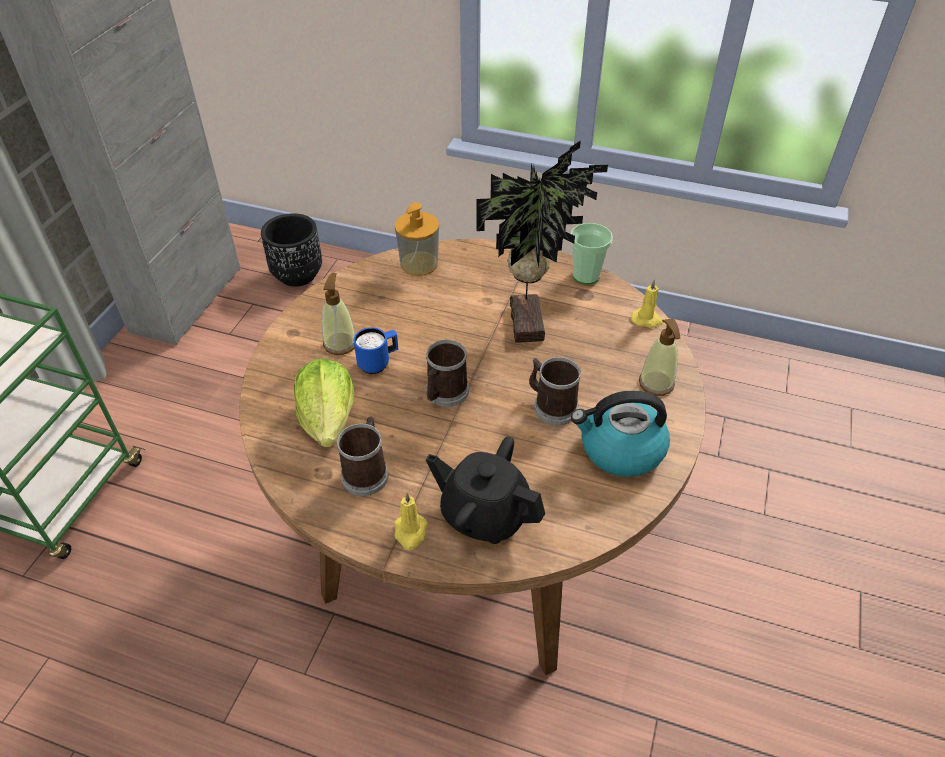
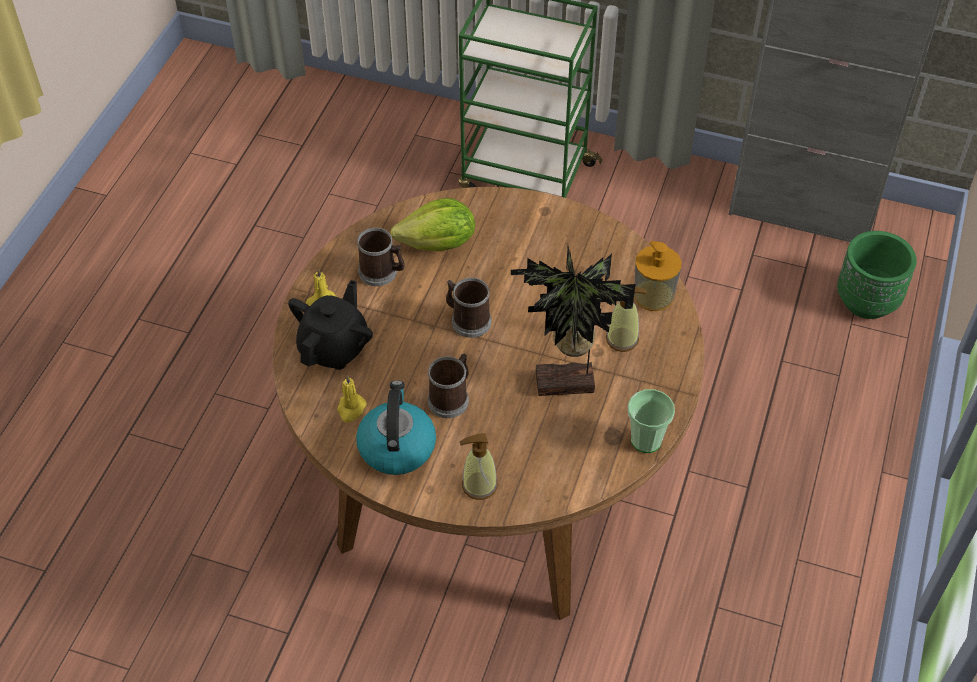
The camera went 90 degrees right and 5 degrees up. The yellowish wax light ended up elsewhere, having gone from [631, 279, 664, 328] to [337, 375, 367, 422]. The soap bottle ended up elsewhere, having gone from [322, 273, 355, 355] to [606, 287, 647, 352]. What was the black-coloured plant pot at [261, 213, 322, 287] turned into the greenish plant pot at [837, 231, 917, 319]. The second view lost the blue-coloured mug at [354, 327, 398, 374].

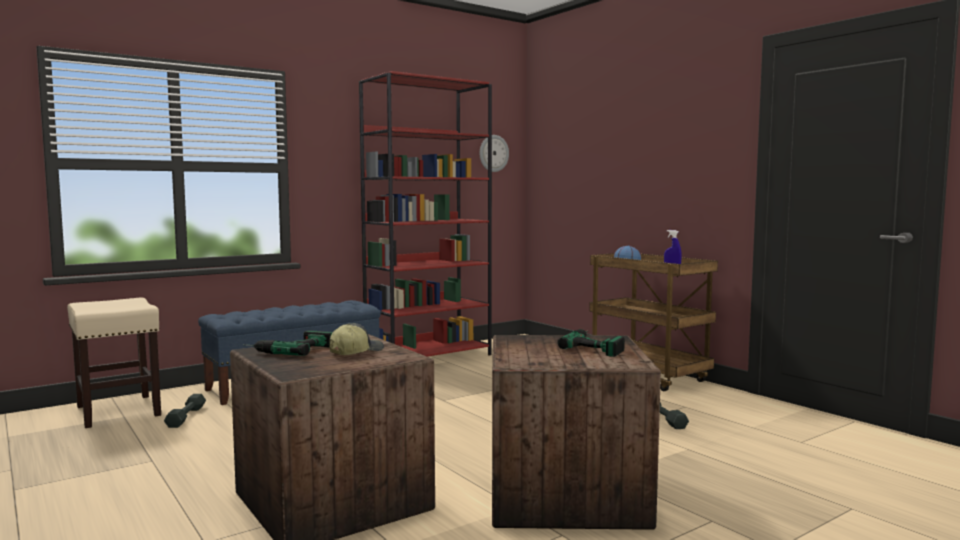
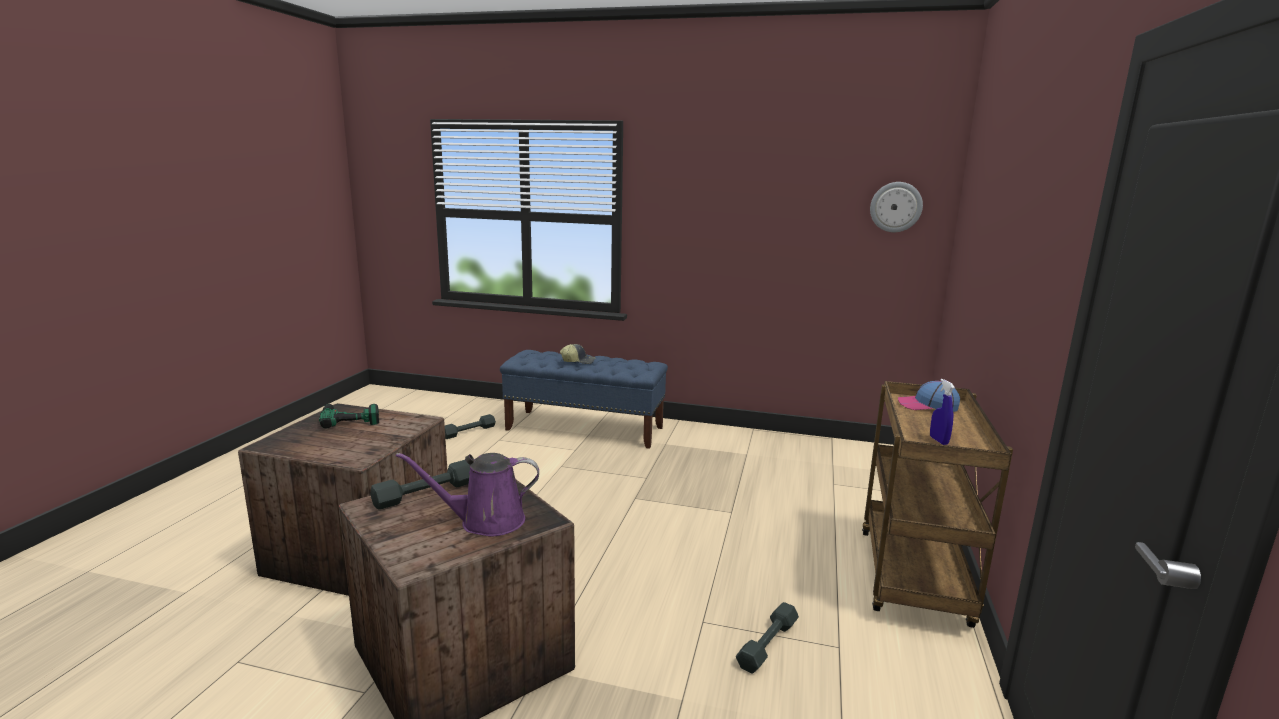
The camera went 50 degrees right and 10 degrees up. The second view gained the greyish hand weight at [370, 460, 470, 510]. Where the power drill stood at [558, 329, 625, 357], the purple-coloured sprinkling can came to stand at [396, 453, 539, 536]. The peaked cap ended up elsewhere, having gone from [329, 323, 384, 355] to [560, 344, 595, 364]. The second view lost the beige stool at [67, 298, 161, 428]. The second view lost the red-coloured bookcase at [359, 71, 492, 357].

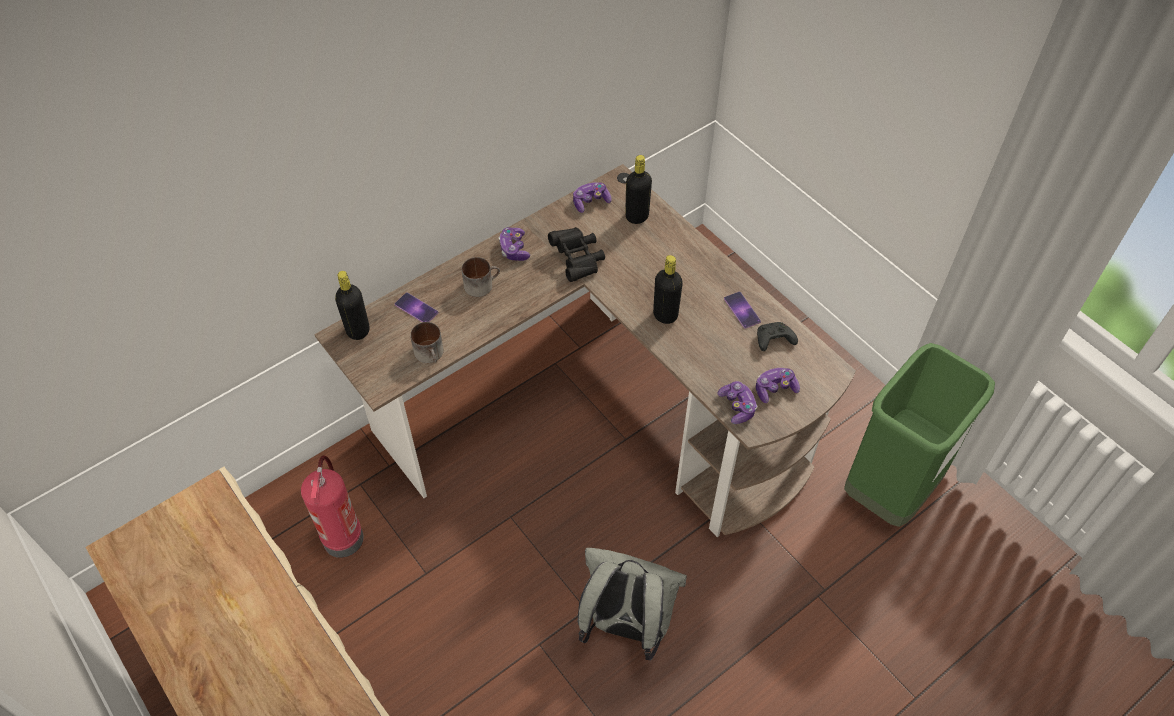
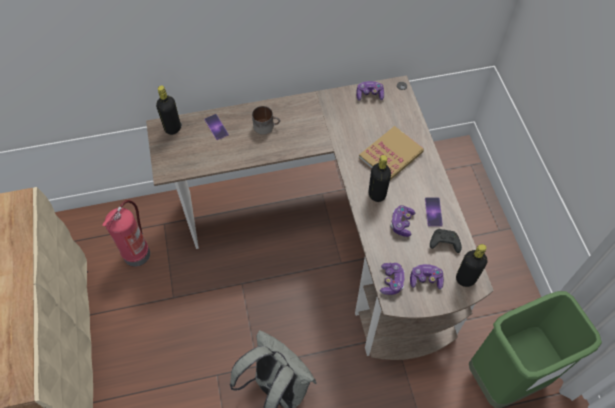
The camera went 25 degrees right and 5 degrees up. The second view gained the volume at [359, 126, 424, 180]. The joypad ended up elsewhere, having gone from [499, 227, 530, 261] to [390, 205, 415, 237]. The black-coloured beverage bottle ended up elsewhere, having gone from [625, 155, 652, 224] to [456, 244, 487, 287]. The second view lost the mug at [410, 322, 444, 363]. The second view lost the black-coloured pair of binoculars at [548, 227, 605, 282].

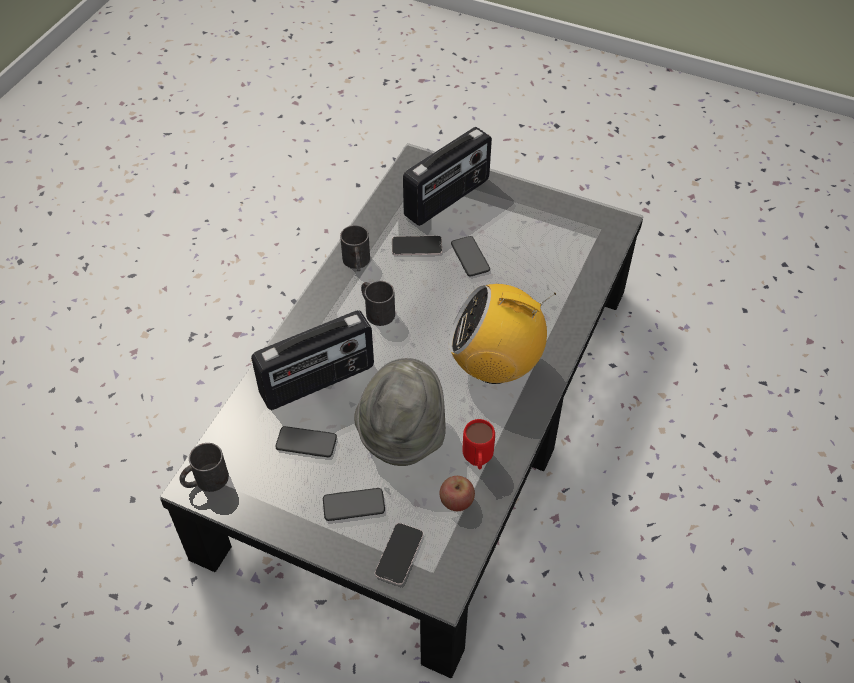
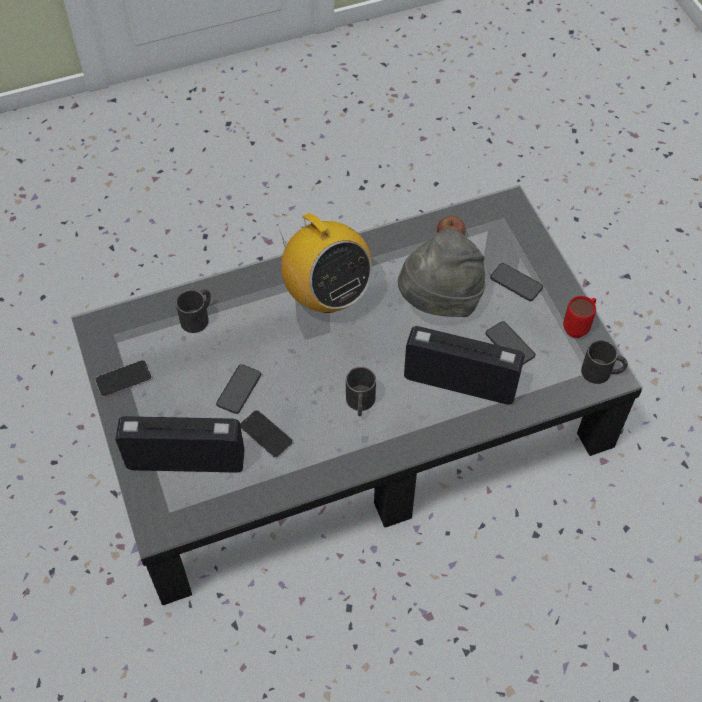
The camera went 135 degrees left and 5 degrees up. The telephone ended up elsewhere, having gone from [375, 523, 423, 585] to [95, 360, 152, 398]. The black-coloured mug ended up elsewhere, having gone from [340, 225, 370, 271] to [176, 289, 211, 333]. The red-coloured mug ended up elsewhere, having gone from [462, 419, 495, 469] to [563, 296, 596, 338].

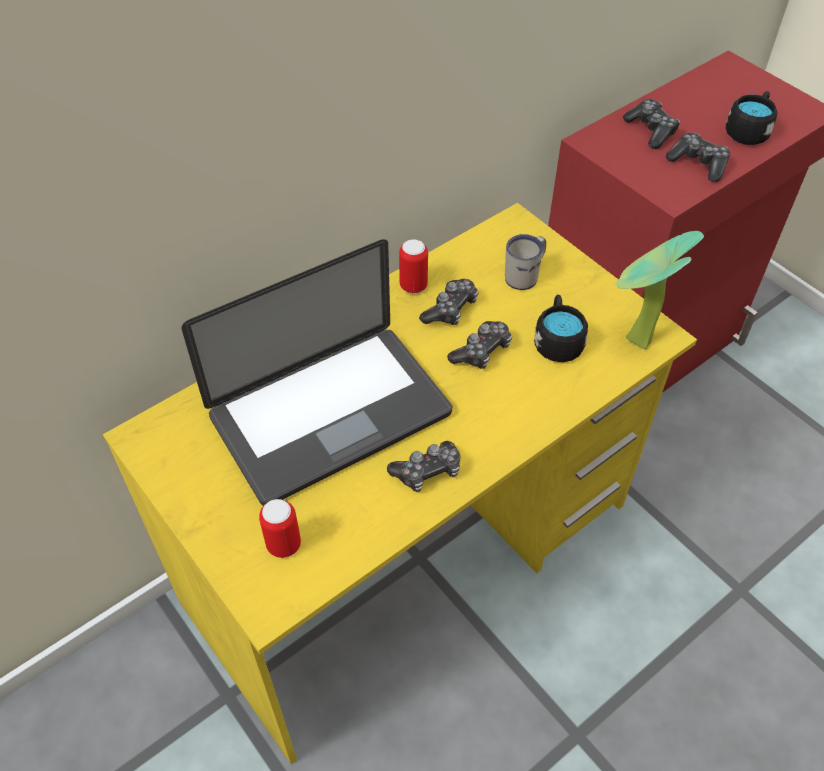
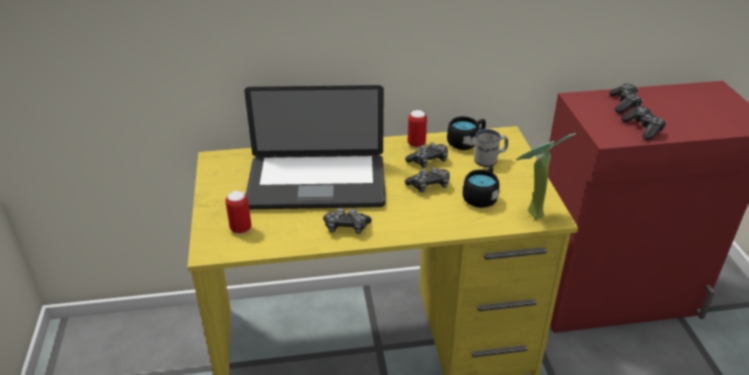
The camera went 30 degrees right and 15 degrees down. The black-coloured mug ended up elsewhere, having gone from [726, 91, 777, 145] to [447, 116, 486, 150].

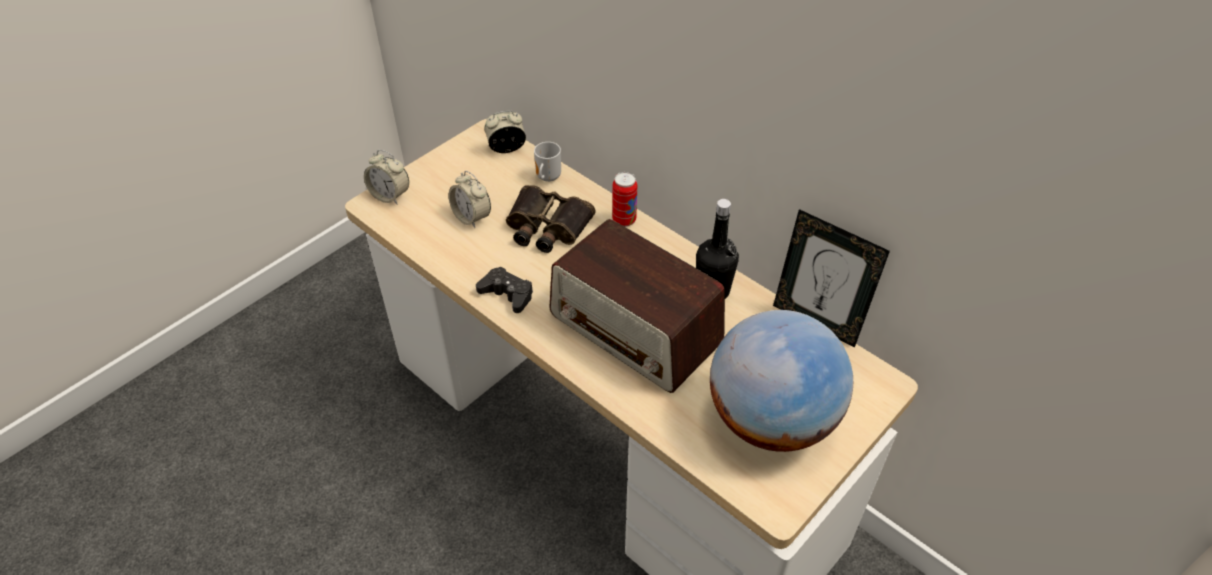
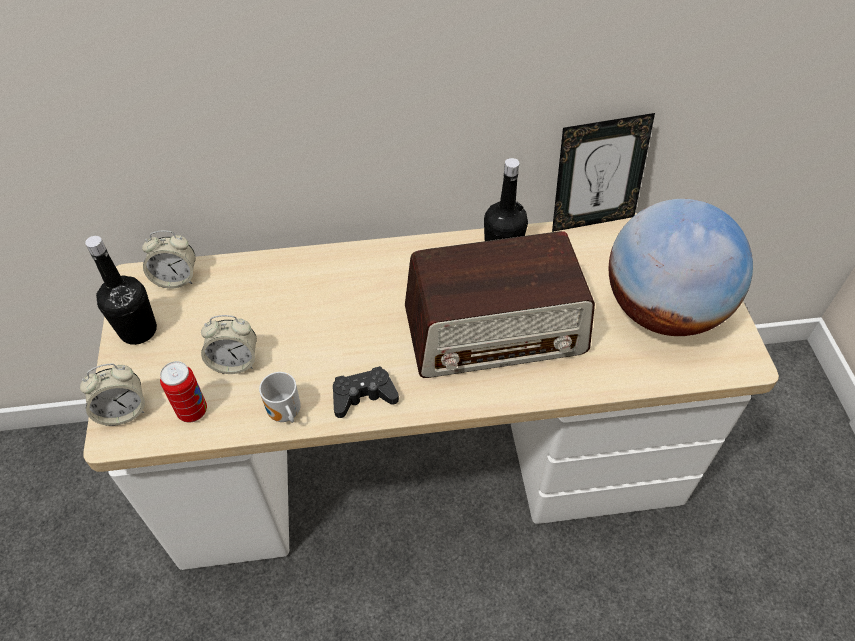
The camera went 50 degrees left and 5 degrees up. The second view gained the black-coloured beverage bottle at [85, 236, 157, 345]. The table clock at [484, 111, 526, 153] ended up facing another way, 120 degrees counterclockwise from before. The metal can ended up elsewhere, having gone from [612, 172, 637, 227] to [160, 361, 207, 422]. The mug ended up elsewhere, having gone from [534, 142, 561, 182] to [259, 372, 301, 423]. The second view lost the pair of binoculars at [506, 185, 595, 253].

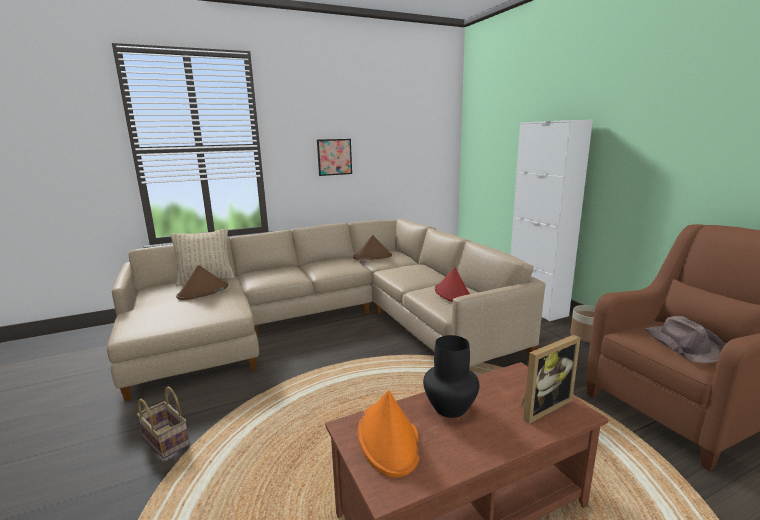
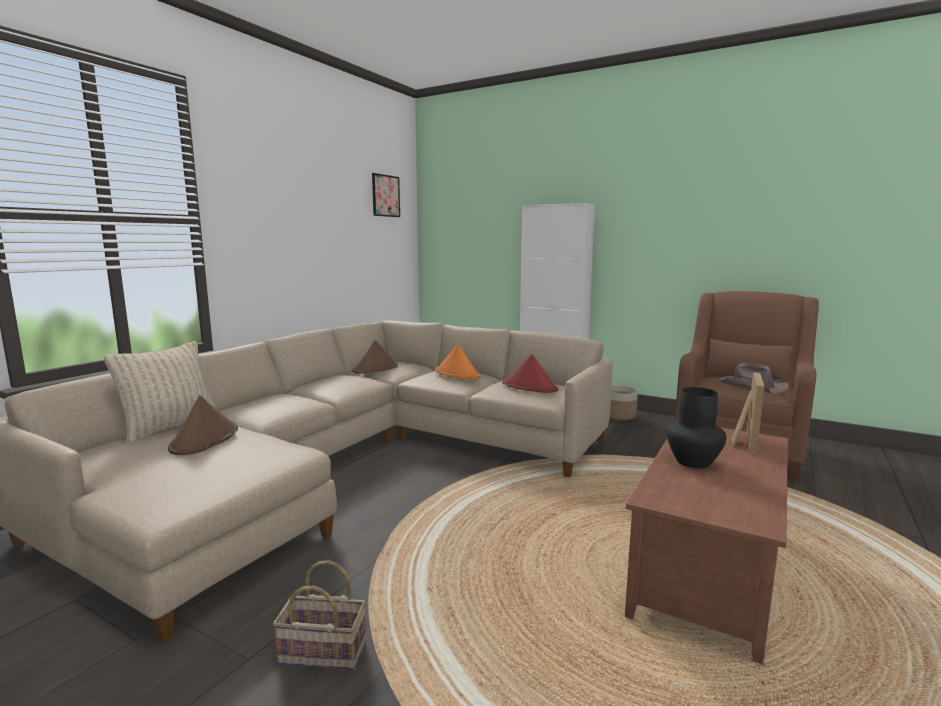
The camera went 35 degrees left and 5 degrees down. The wall art ended up elsewhere, having gone from [317, 139, 352, 176] to [372, 173, 400, 217]. The orangey clothing hat ended up elsewhere, having gone from [358, 390, 419, 477] to [435, 344, 480, 379].

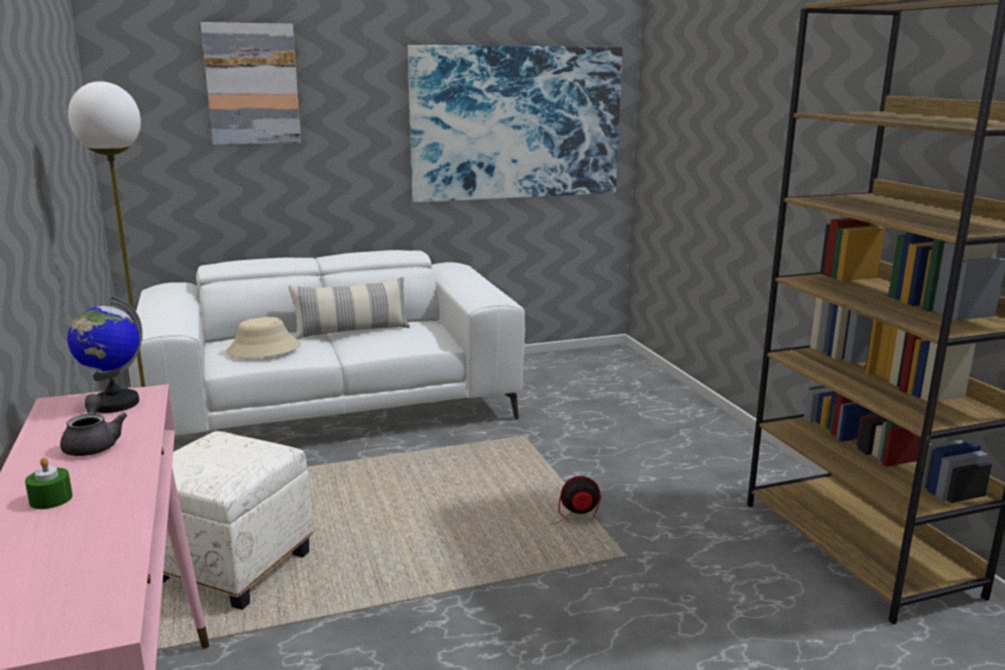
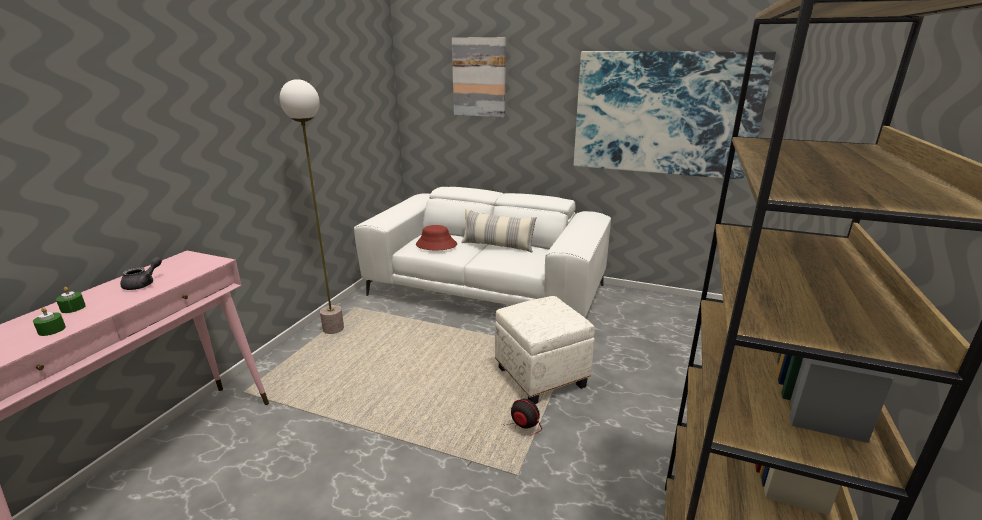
The camera went 40 degrees right and 5 degrees up. The second view gained the greenish wax light at [33, 307, 66, 336]. What was the beige clothing hat at [226, 317, 301, 358] turned into the red-coloured clothing hat at [416, 225, 457, 250]. The white-coloured pouffe ended up elsewhere, having gone from [163, 431, 313, 610] to [495, 296, 595, 404]. The second view lost the desk globe at [67, 296, 143, 413].

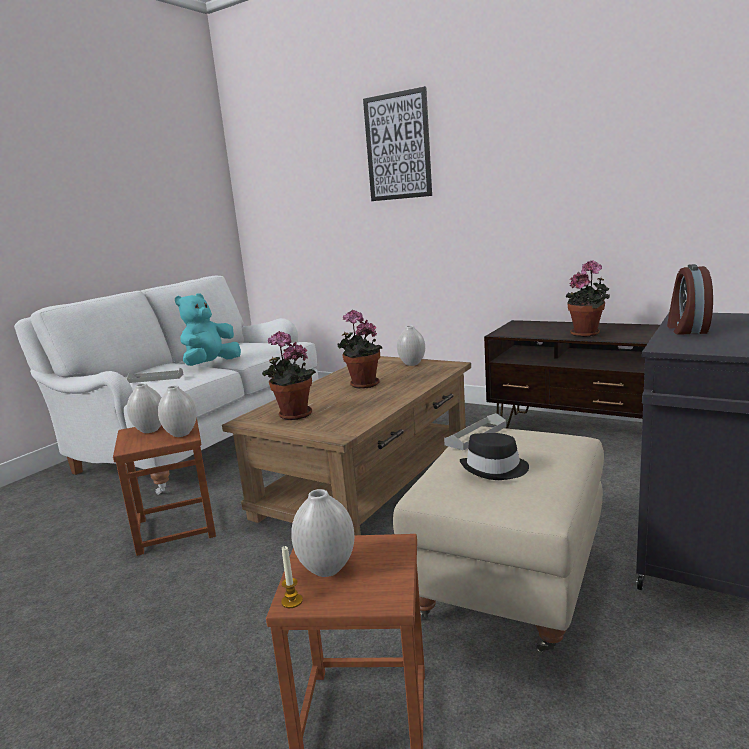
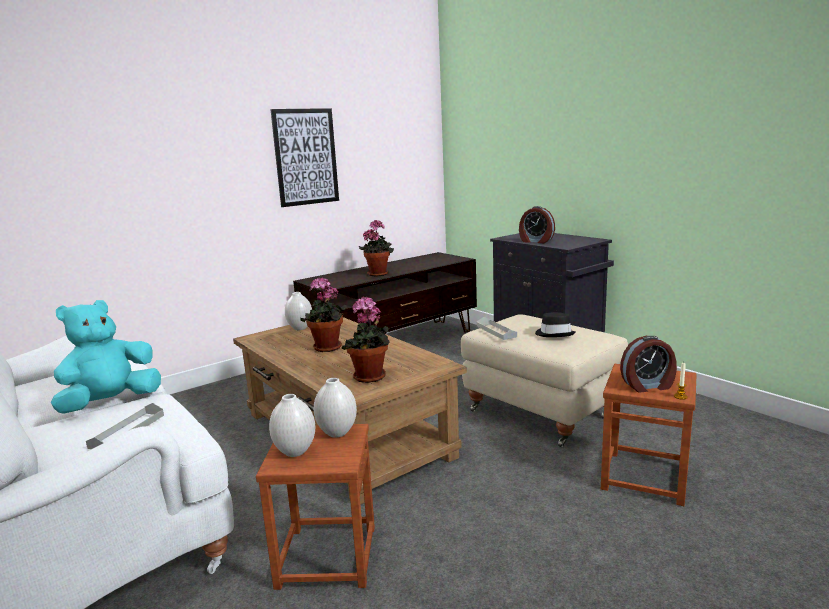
The camera went 70 degrees left and 0 degrees up. The turquoise-coloured plush toy at [175, 293, 241, 366] ended up facing another way, 75 degrees clockwise from before. The wall art ended up elsewhere, having gone from [363, 86, 432, 201] to [270, 108, 339, 207]. Where the white-coloured vase stood at [291, 489, 355, 577], the table clock came to stand at [620, 336, 677, 393].

